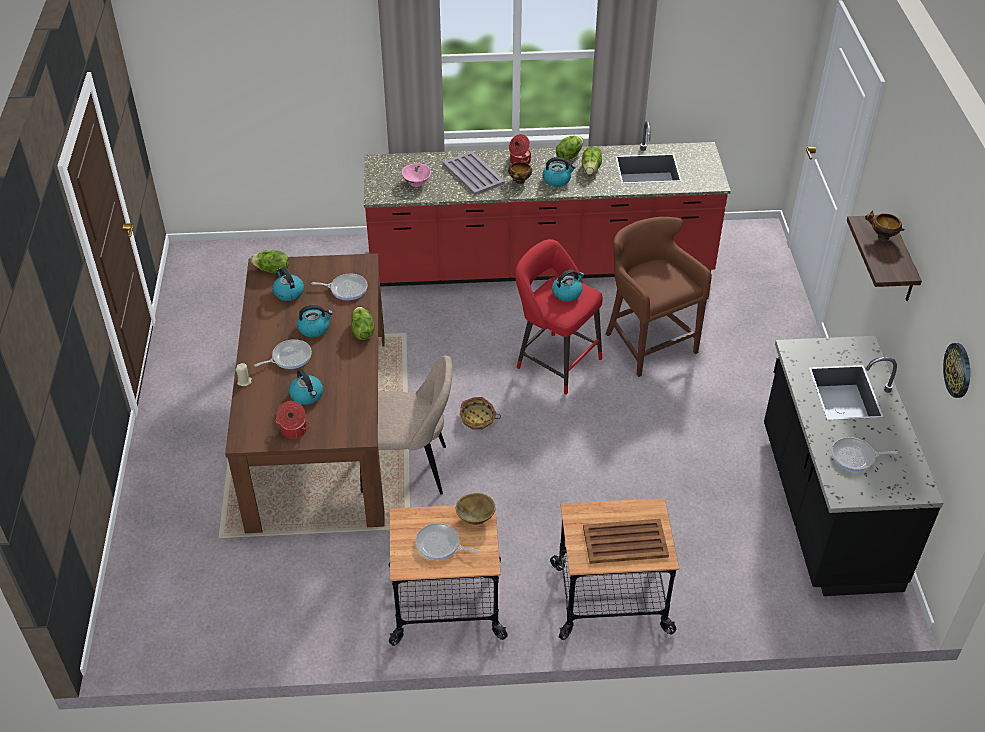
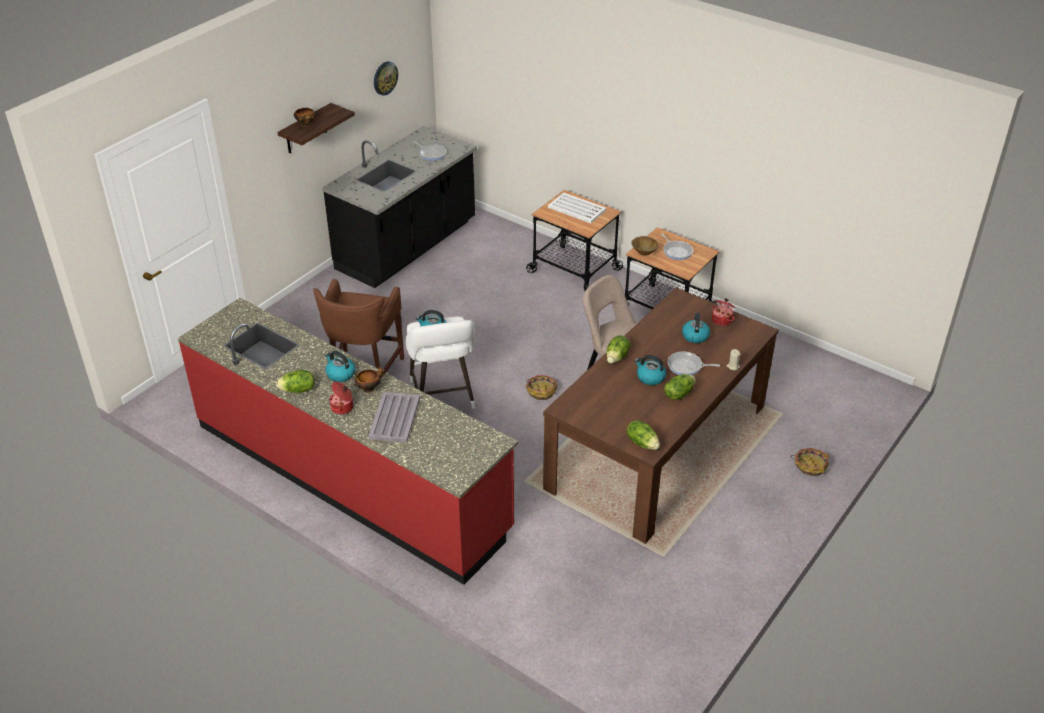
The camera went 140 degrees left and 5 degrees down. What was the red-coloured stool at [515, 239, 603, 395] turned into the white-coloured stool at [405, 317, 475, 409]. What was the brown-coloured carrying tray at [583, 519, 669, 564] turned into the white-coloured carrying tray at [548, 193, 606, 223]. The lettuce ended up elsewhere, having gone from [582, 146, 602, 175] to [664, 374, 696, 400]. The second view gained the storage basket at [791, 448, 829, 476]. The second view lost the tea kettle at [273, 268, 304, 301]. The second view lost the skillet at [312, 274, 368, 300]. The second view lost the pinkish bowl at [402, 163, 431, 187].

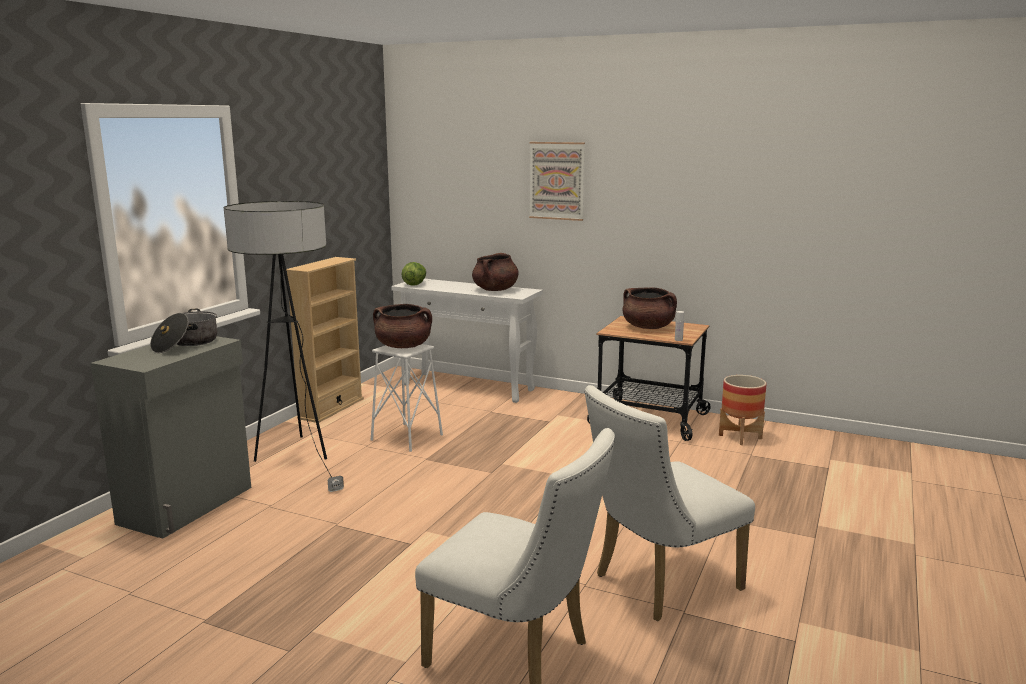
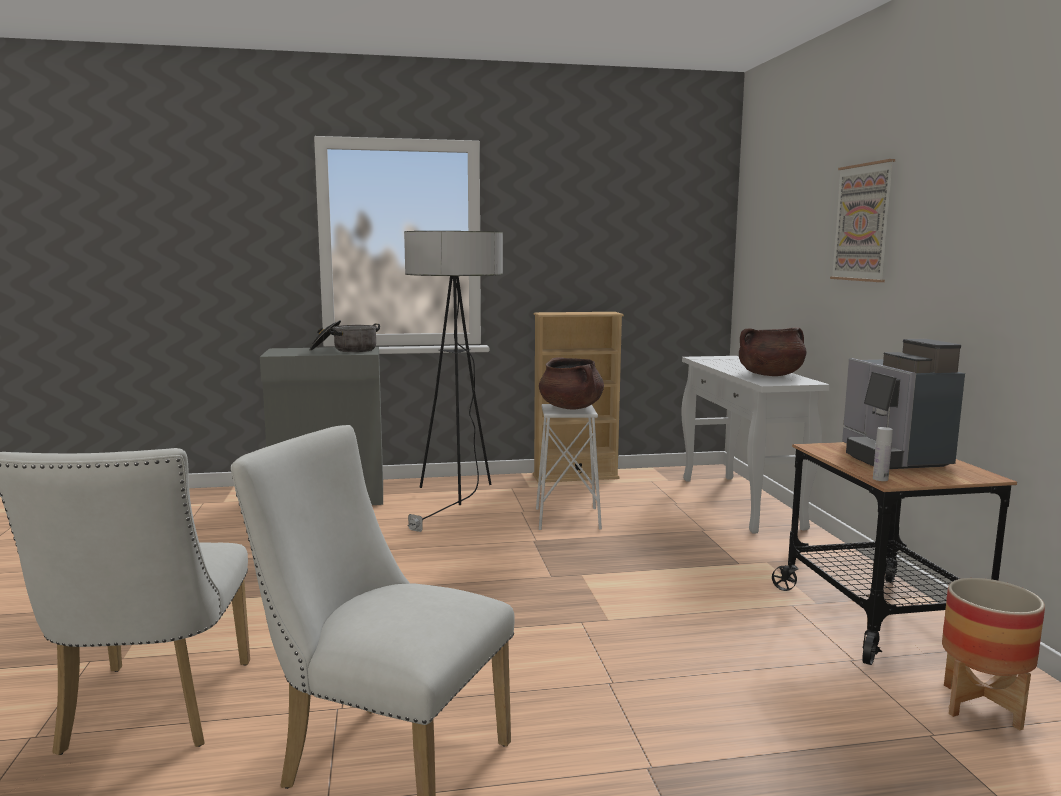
The camera went 55 degrees right and 5 degrees down. Where the brown-coloured cooking pot stood at [623, 288, 677, 329], the coffee maker came to stand at [842, 339, 965, 469]. The second view lost the lettuce at [402, 262, 426, 286].

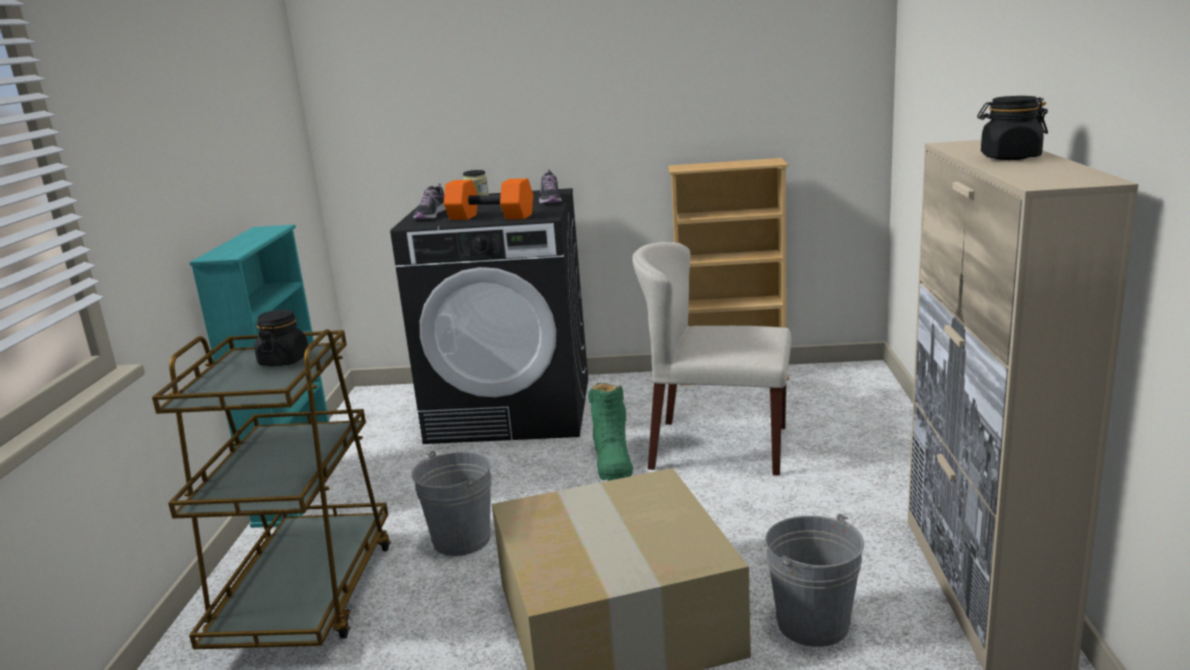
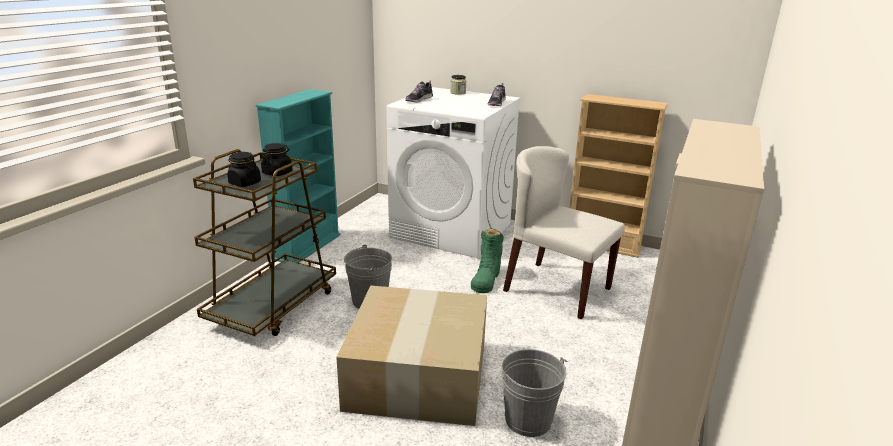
The camera went 20 degrees right and 5 degrees up. The black-coloured storage jar ended up elsewhere, having gone from [977, 96, 1048, 160] to [227, 152, 261, 187]. What was the black-coloured laundry appliance at [390, 188, 588, 444] turned into the white-coloured laundry appliance at [386, 87, 521, 258]. The second view lost the orangey hand weight at [444, 178, 533, 220].

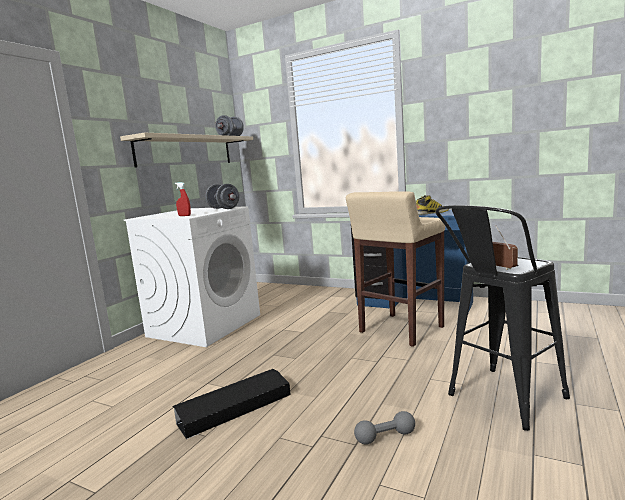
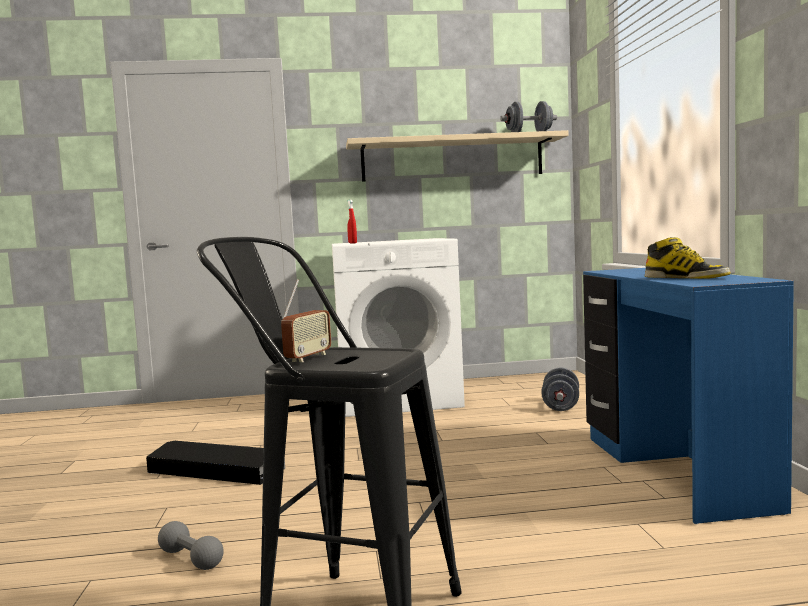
The camera went 55 degrees right and 5 degrees down. The greyish hand weight ended up elsewhere, having gone from [205, 184, 239, 209] to [541, 368, 579, 411]. The second view lost the beige stool at [346, 191, 445, 347].

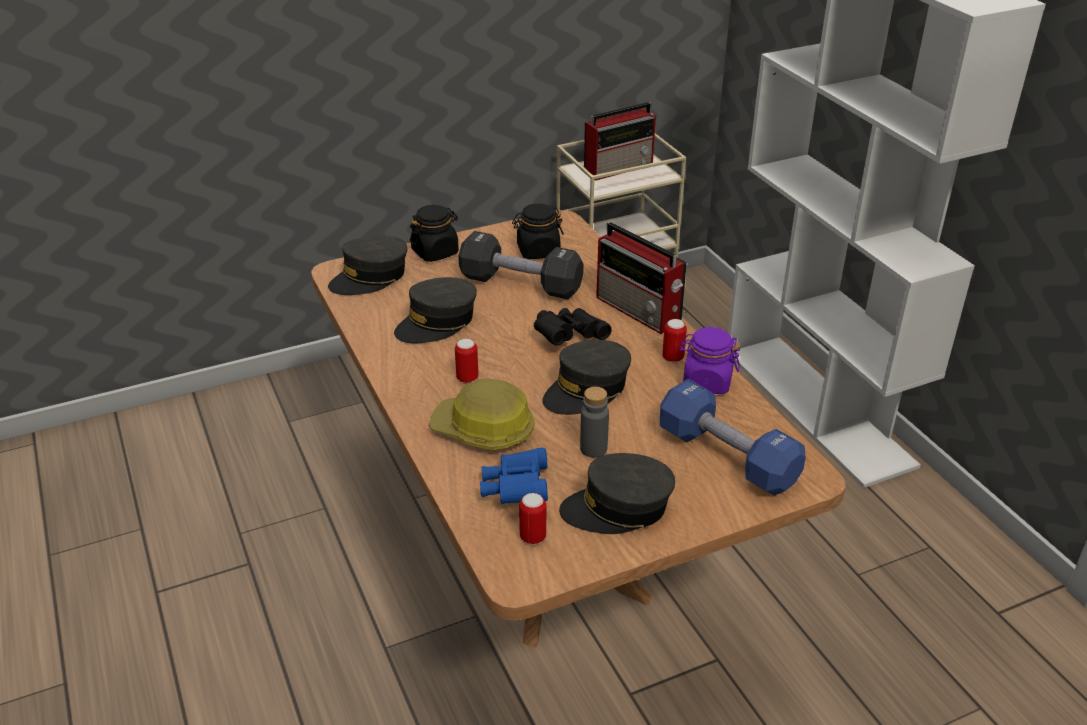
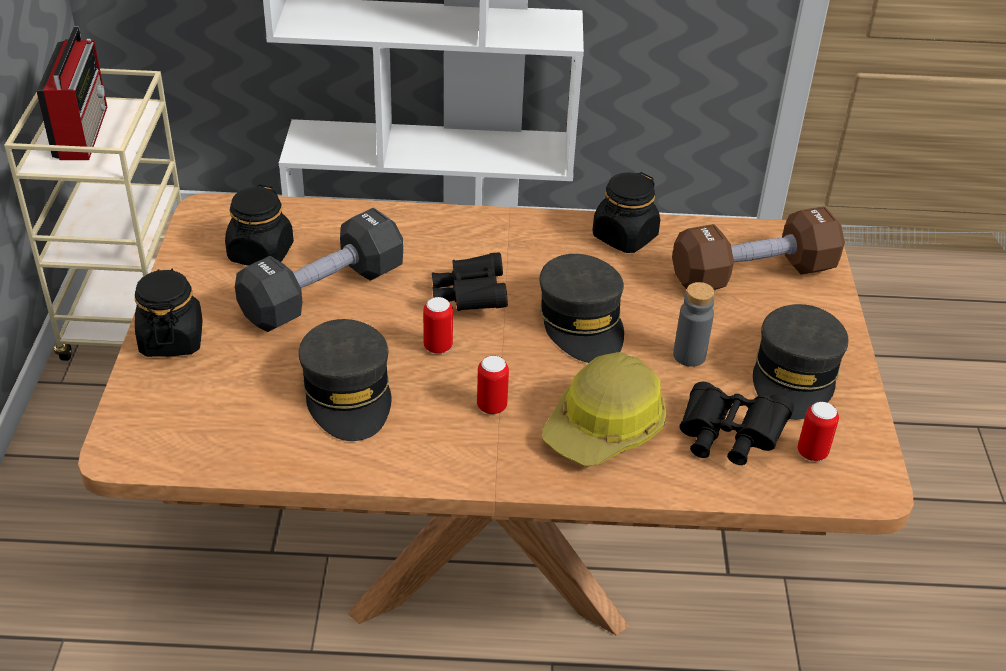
The camera went 65 degrees left and 5 degrees up. The metal can ended up elsewhere, having gone from [662, 319, 687, 362] to [423, 297, 453, 354]. What was the purple-coloured storage jar at [679, 327, 740, 394] turned into the black-coloured storage jar at [593, 172, 660, 253]. What was the blue-coloured hand weight at [660, 379, 806, 496] turned into the brown-coloured hand weight at [672, 206, 845, 290]. What was the blue-coloured pair of binoculars at [480, 448, 548, 504] turned into the black-coloured pair of binoculars at [679, 382, 794, 465]. The second view lost the greyish peaked cap at [328, 235, 408, 295]. The second view lost the radio receiver at [596, 222, 687, 334].

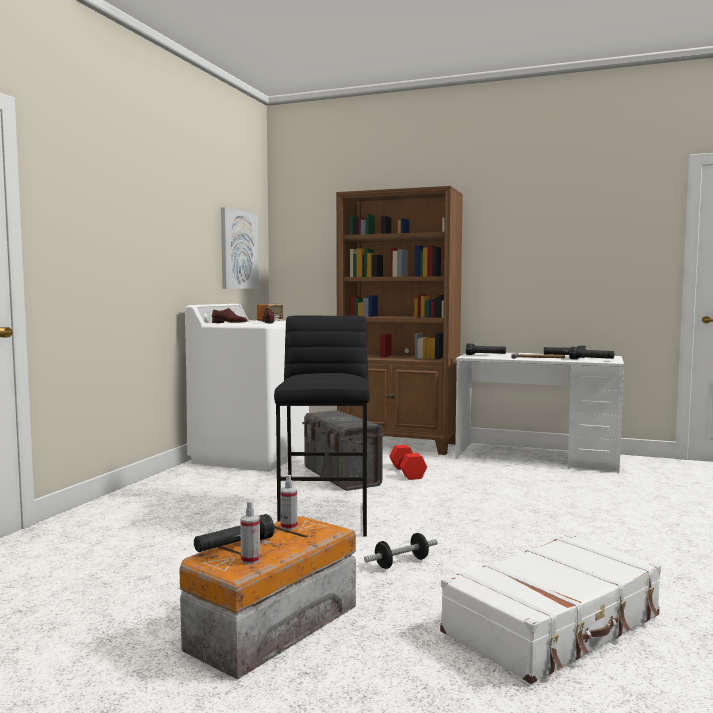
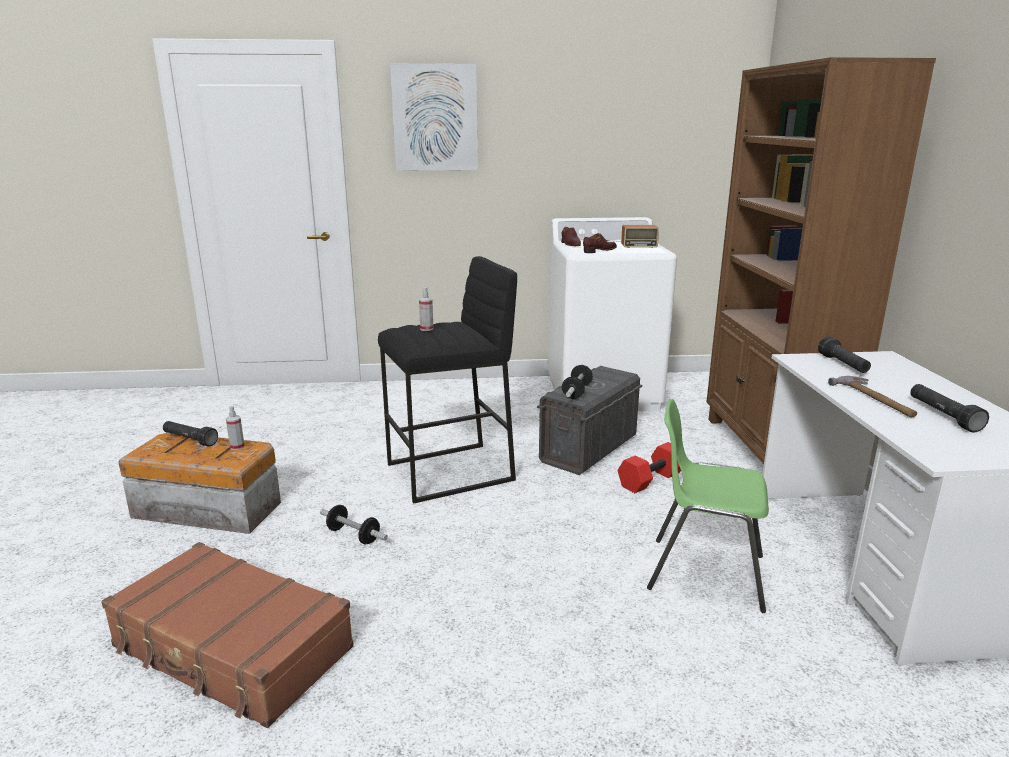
The camera went 65 degrees right and 15 degrees up. What was the white-coloured suitcase at [440, 534, 661, 684] turned into the brown-coloured suitcase at [101, 542, 354, 728]. The wall art ended up elsewhere, having gone from [221, 207, 259, 289] to [390, 63, 478, 171]. The hand sprayer ended up elsewhere, having gone from [240, 501, 260, 564] to [419, 287, 433, 331]. The second view gained the hand weight at [562, 365, 593, 399]. The second view gained the greenish chair at [647, 399, 769, 613]. The second view lost the black-coloured flashlight at [569, 347, 614, 359].

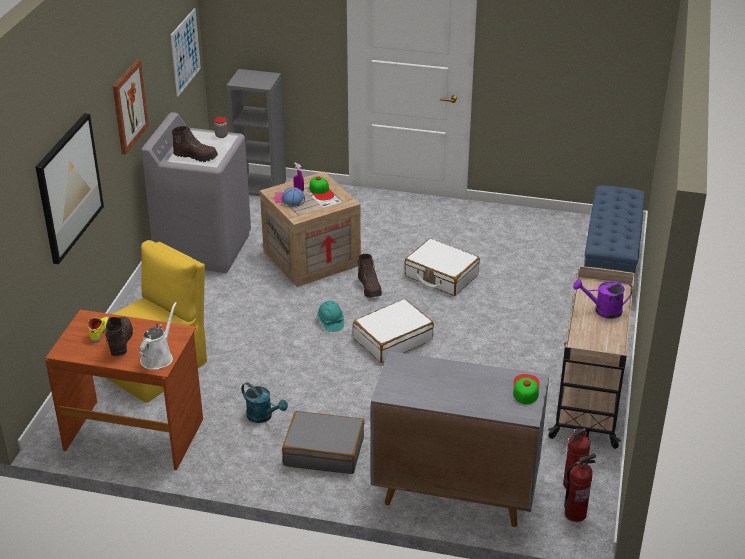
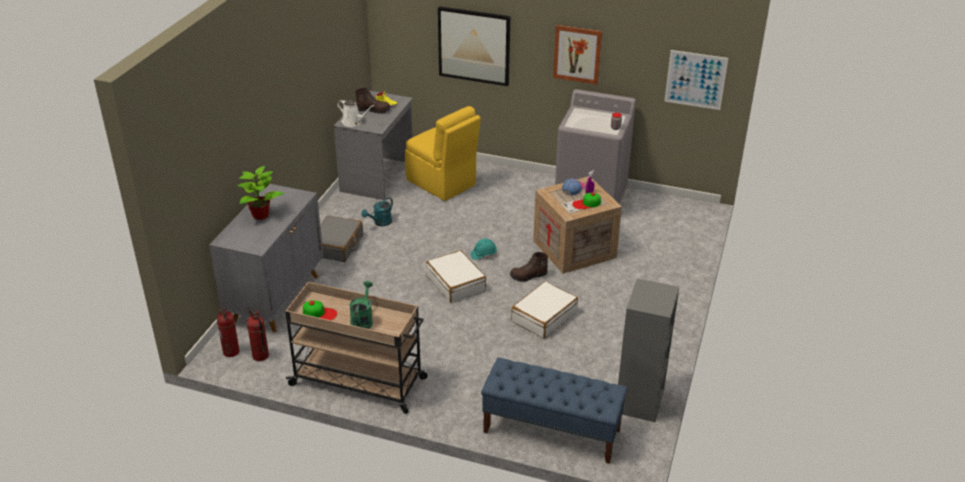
The camera went 95 degrees right and 0 degrees up. The second view gained the potted plant at [237, 166, 285, 220]. The peaked cap ended up elsewhere, having gone from [513, 374, 540, 404] to [303, 300, 337, 320]. What was the brown-coloured desk table at [45, 310, 203, 470] turned into the greyish desk table at [334, 91, 413, 200]. What was the purple-coloured sprinkling can at [573, 279, 632, 319] turned into the greenish sprinkling can at [350, 281, 373, 329]. The greyish bookcase ended up elsewhere, having gone from [226, 69, 286, 196] to [618, 278, 679, 422]. The second view lost the brown-coloured high-top boot at [172, 126, 218, 162].

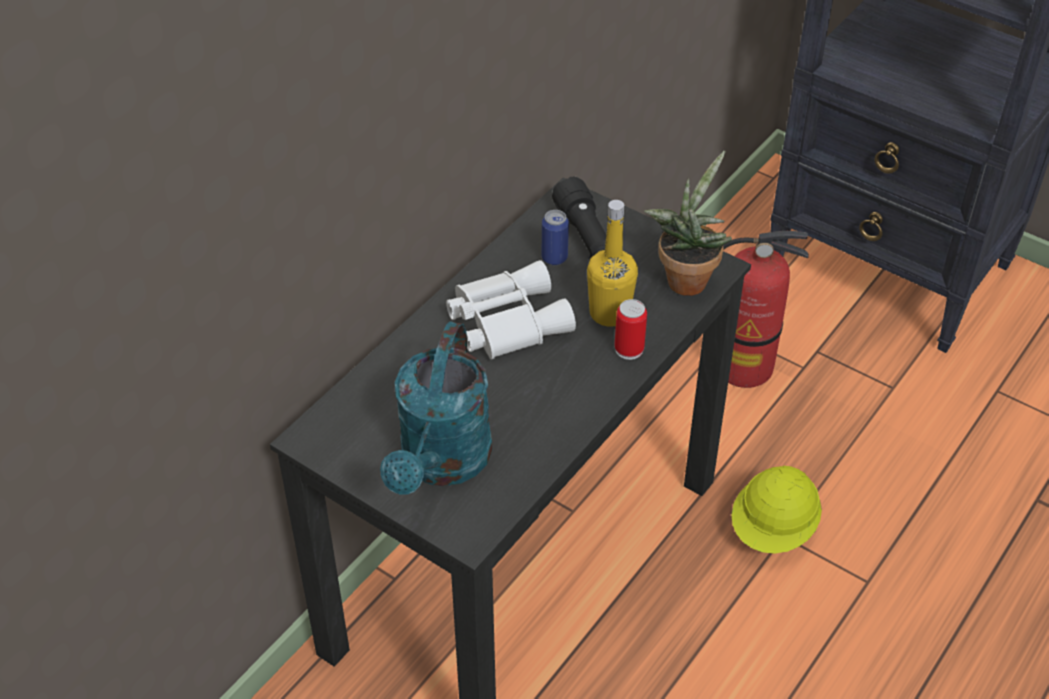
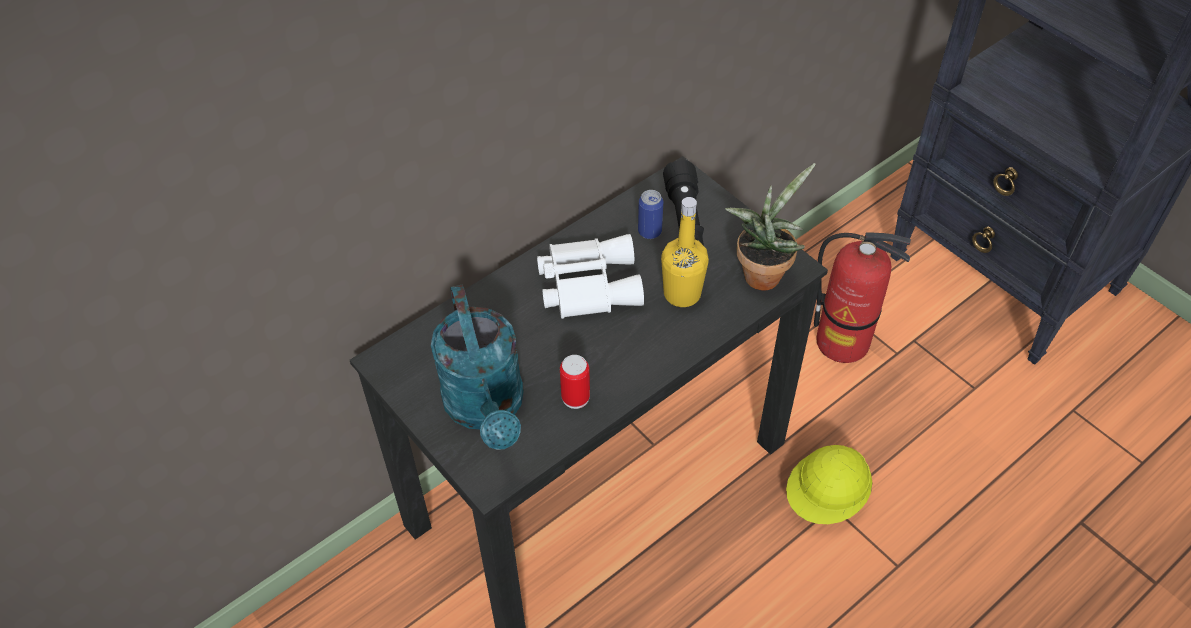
The camera went 15 degrees right and 5 degrees up. The turquoise-coloured sprinkling can at [380, 321, 493, 495] ended up facing another way, 45 degrees counterclockwise from before. The metal can ended up elsewhere, having gone from [615, 299, 647, 360] to [560, 355, 590, 409].

